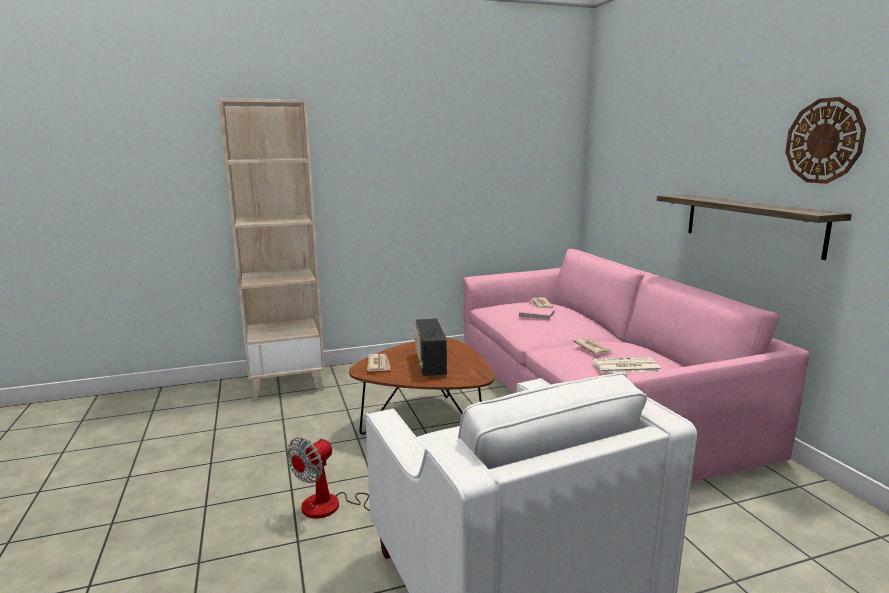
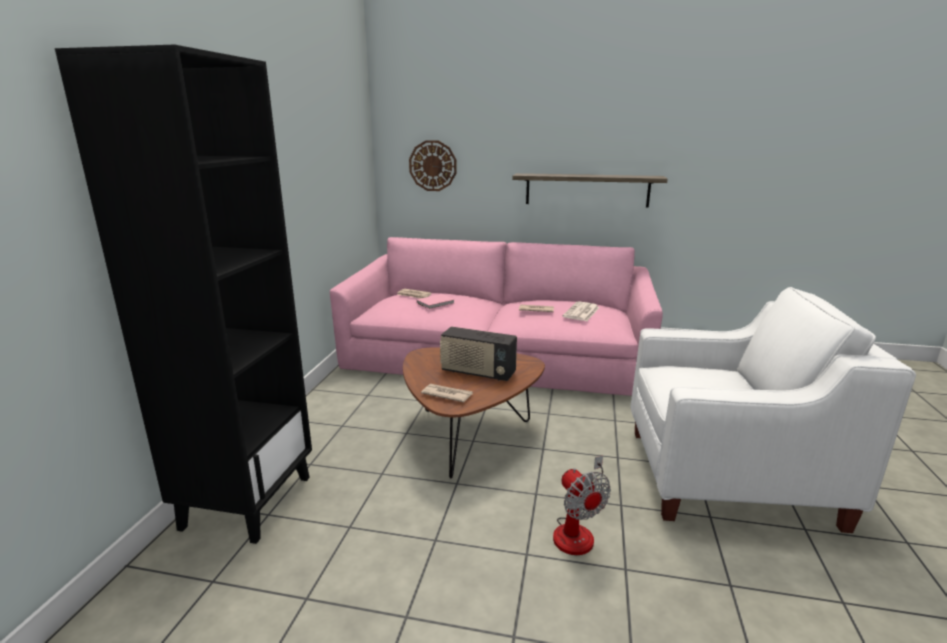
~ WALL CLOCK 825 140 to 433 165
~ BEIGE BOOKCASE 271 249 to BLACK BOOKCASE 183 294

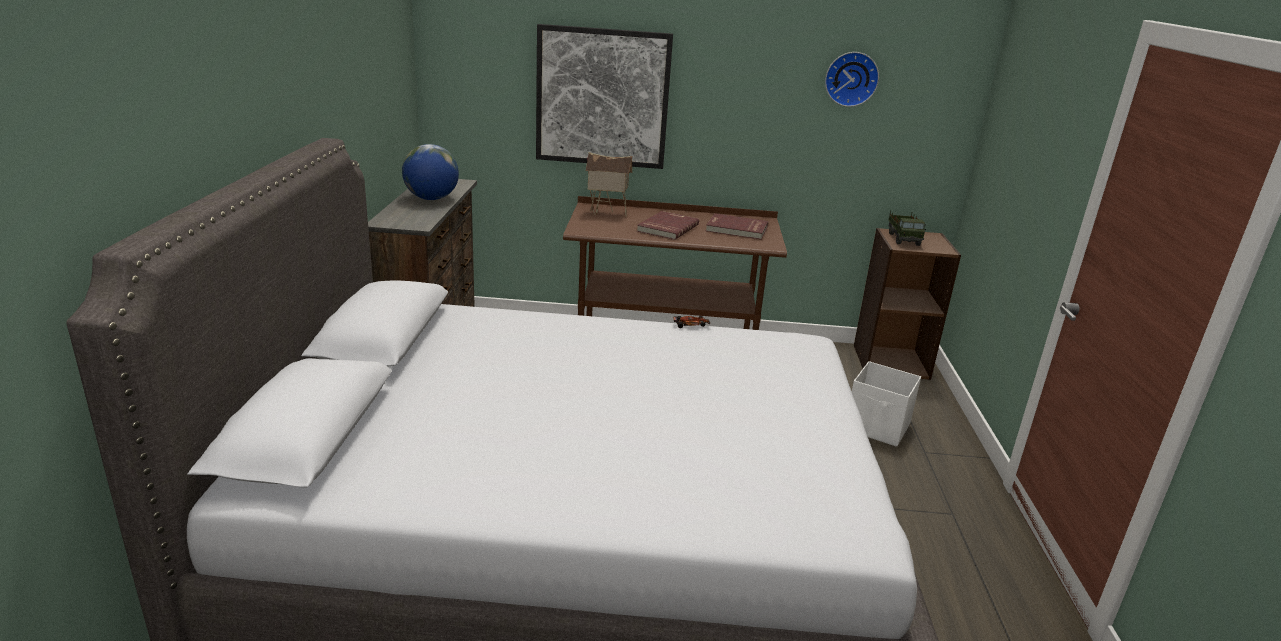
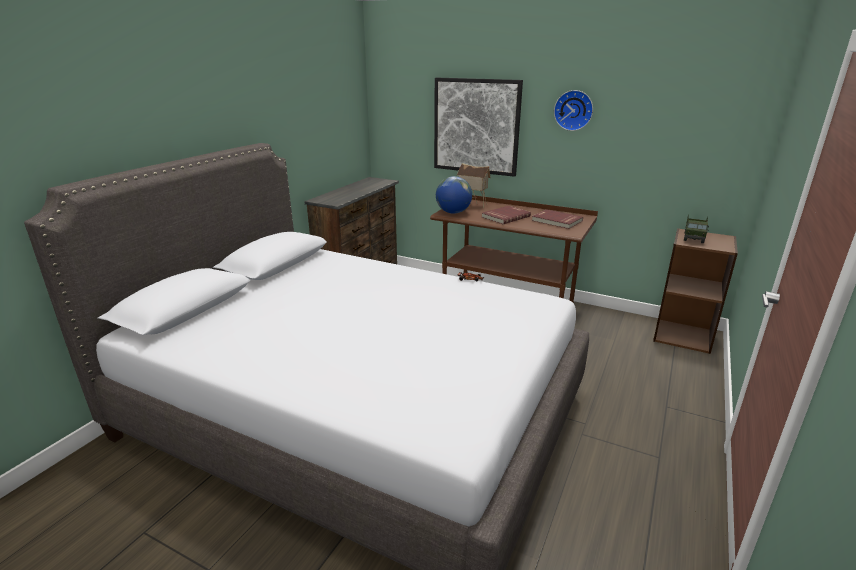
- WHITE STORAGE BOX 886 404
~ GLOBE 430 172 to 454 195
~ WALL CLOCK 852 79 to 573 110

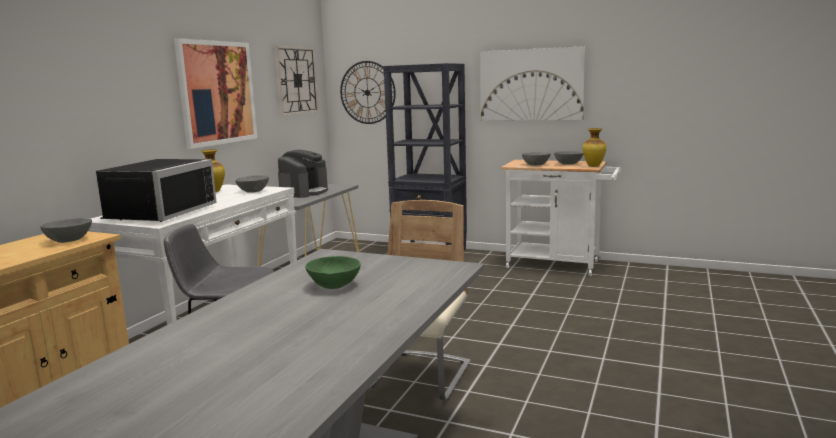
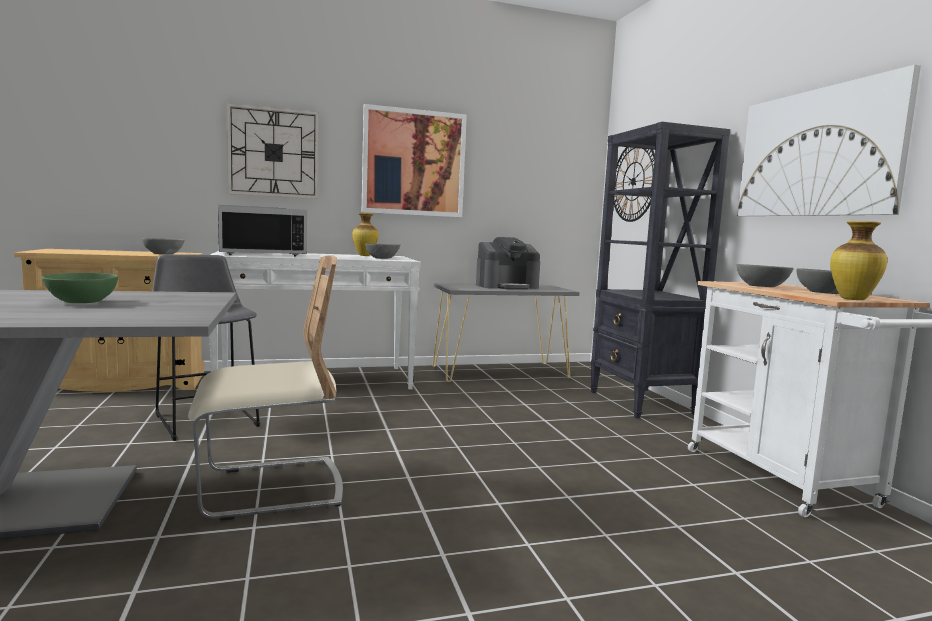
~ WALL CLOCK 296 80 to 273 151

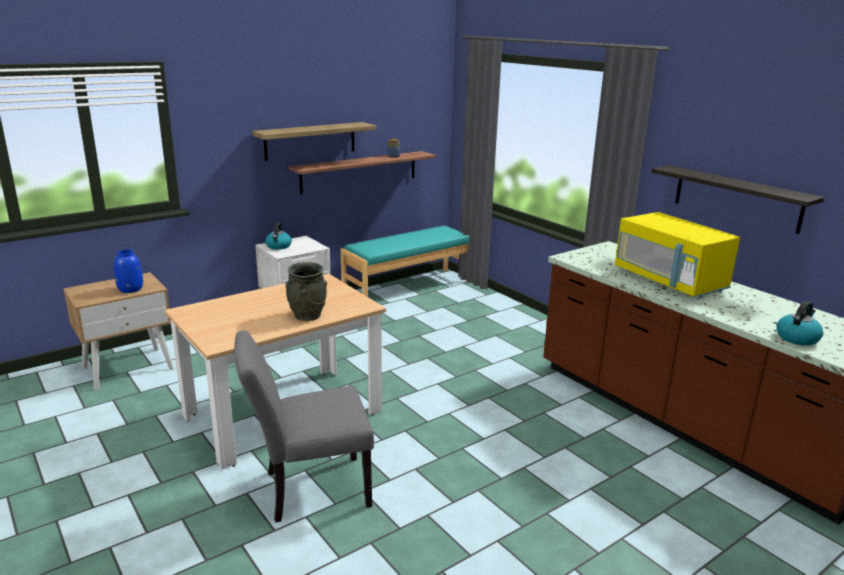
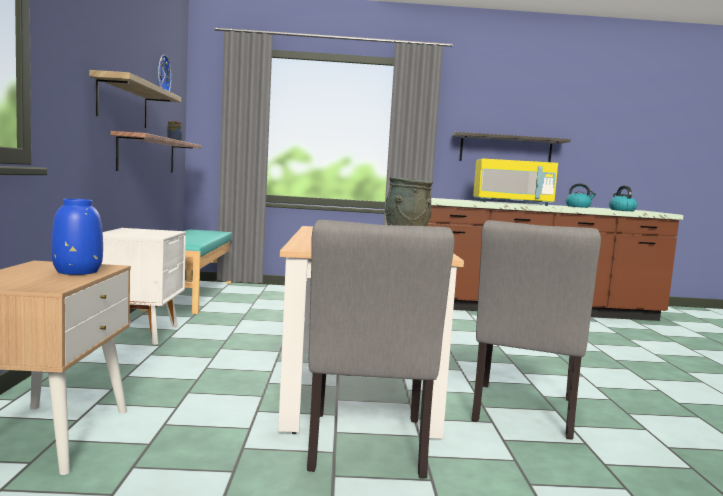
+ WALL CLOCK 164 73
+ GREY CHAIR 380 349
~ KETTLE 278 236 to 581 195

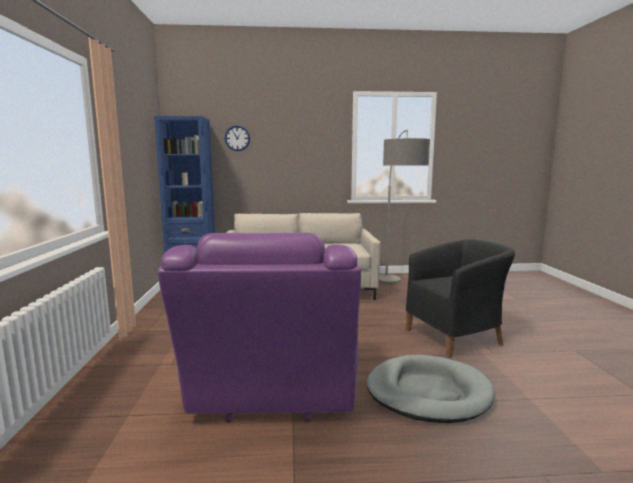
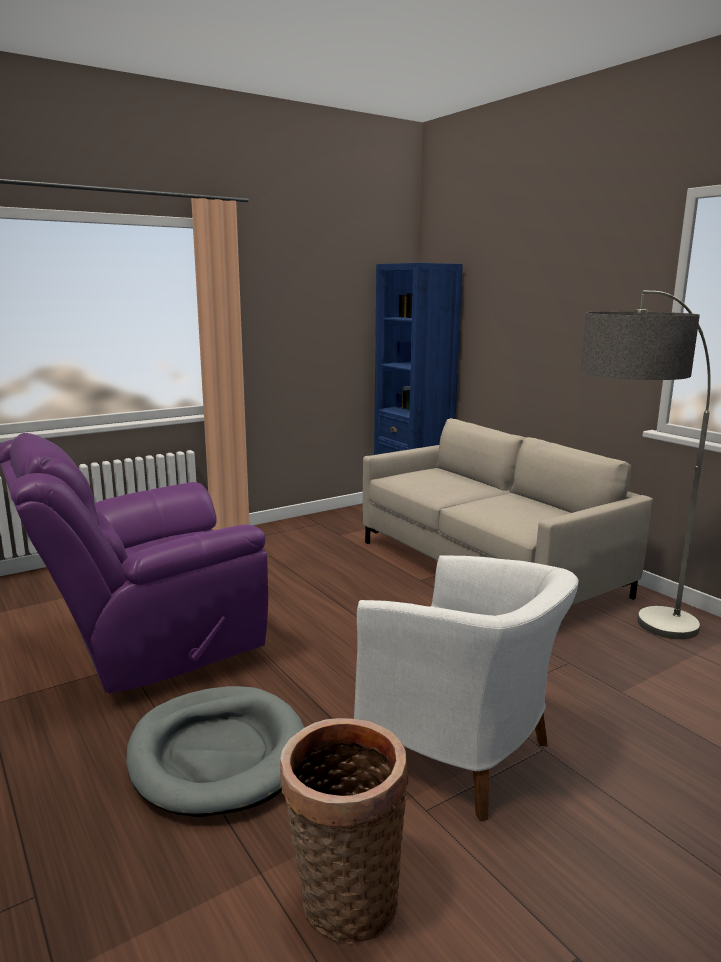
- WALL CLOCK 237 138
+ BASKET 344 831
~ BLACK ARMCHAIR 460 298 to WHITE ARMCHAIR 466 688

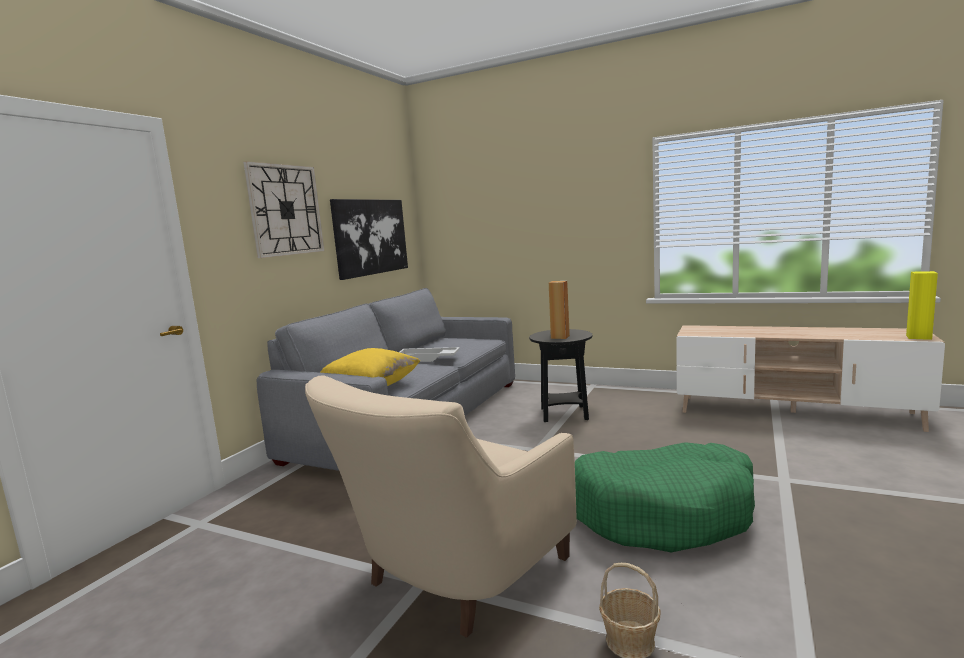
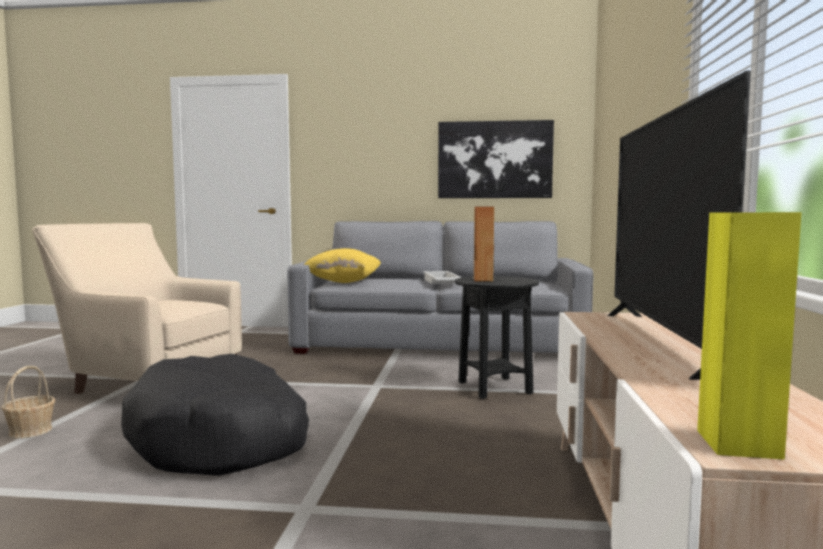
- WALL CLOCK 283 209
+ TELEVISION 679 225
~ GREEN DOG BED 665 497 to BLACK DOG BED 215 415

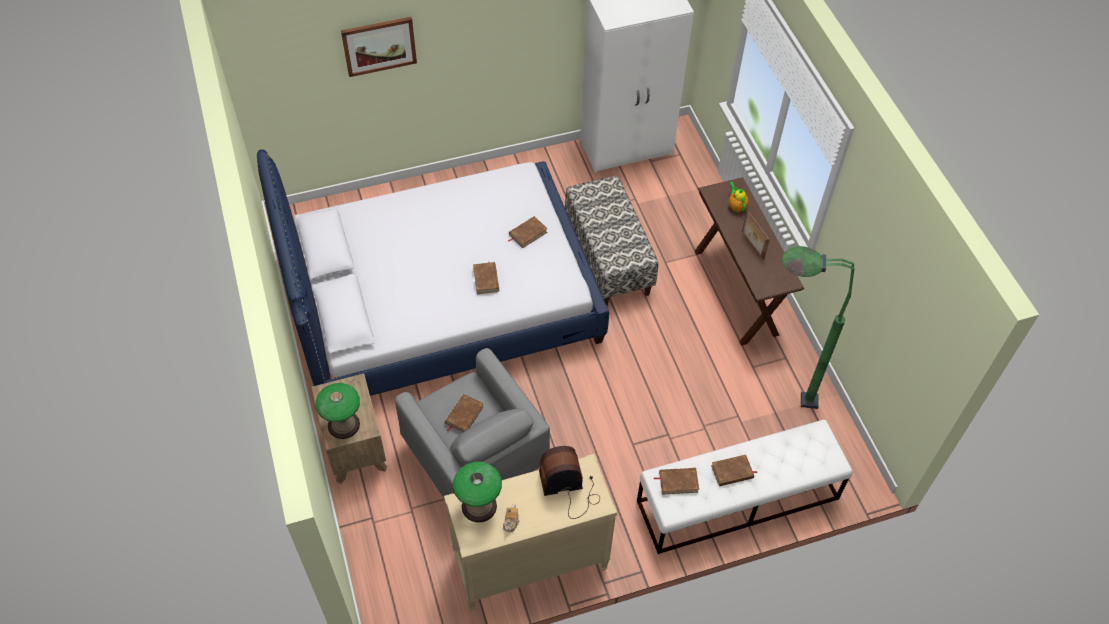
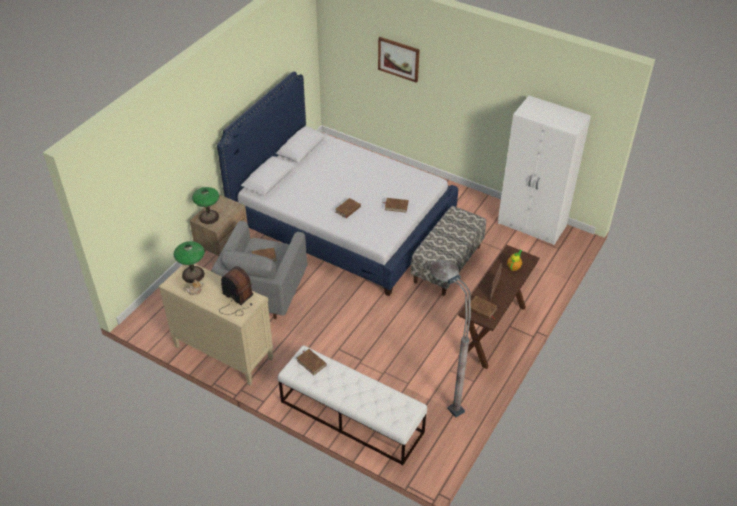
~ BROWN BOOK 734 470 to 482 307
~ GREEN FLOOR LAMP 818 327 to GREY FLOOR LAMP 450 339

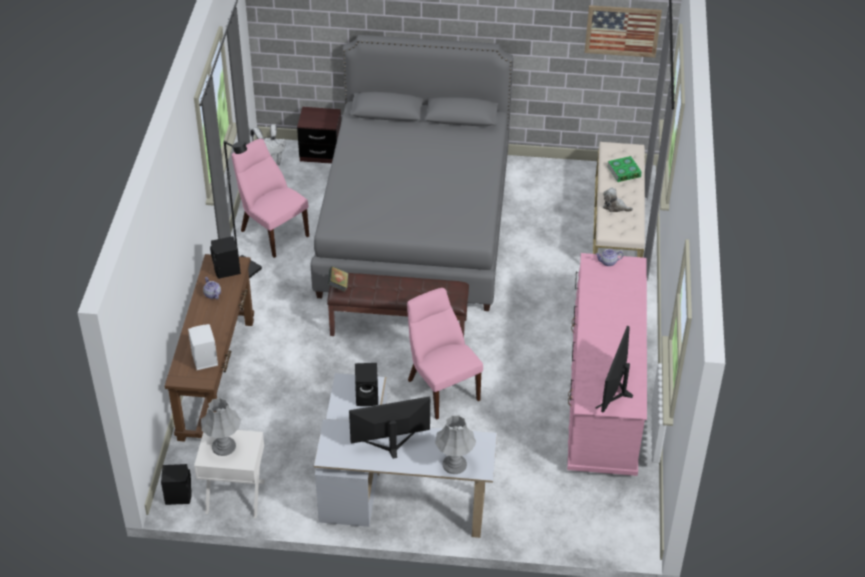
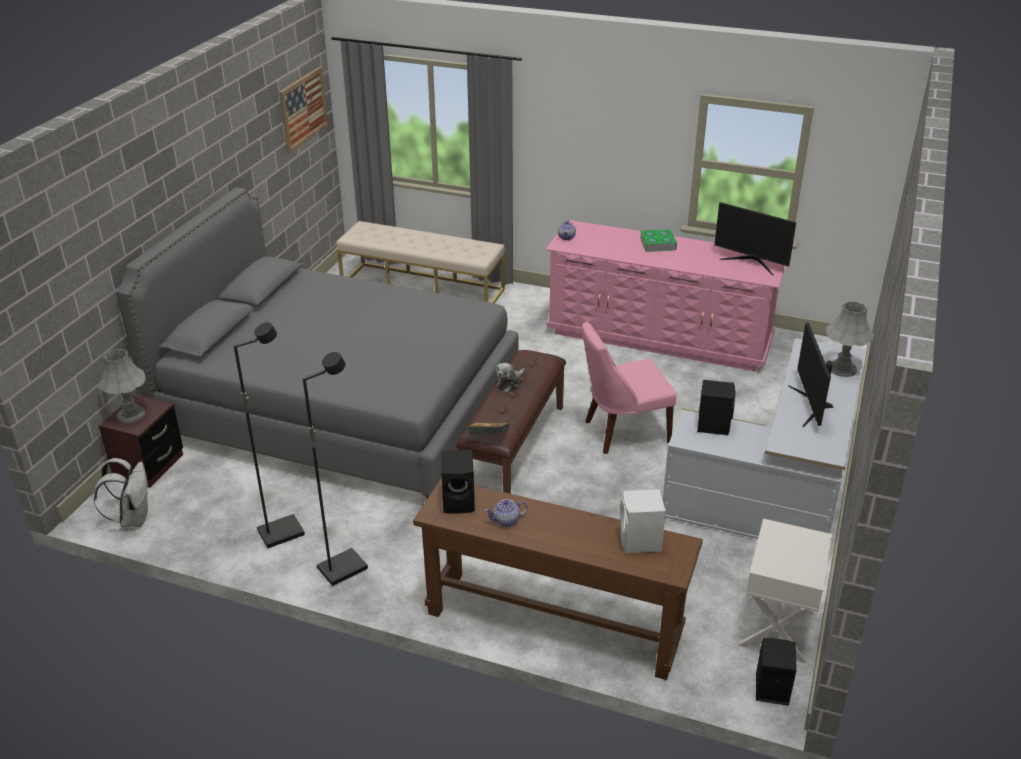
~ GREY TABLE LAMP 221 427 to 122 386
~ PLUSH TOY 618 199 to 510 378
~ BOOK 624 169 to 658 240
~ PINK CHAIR 270 198 to BLACK FLOOR LAMP 269 435

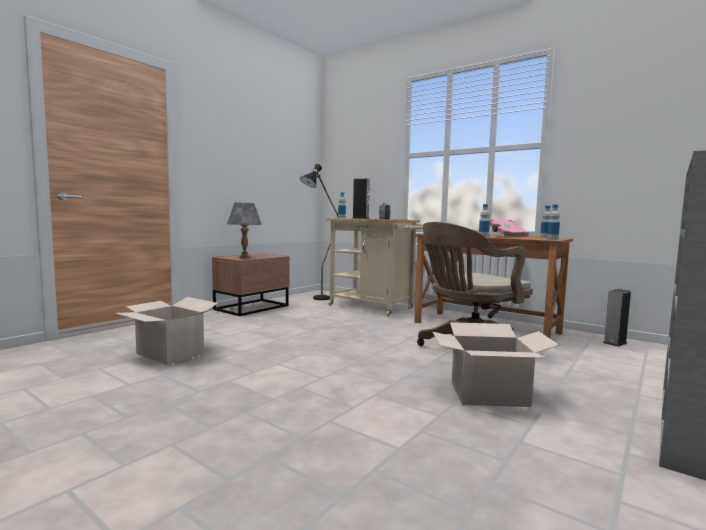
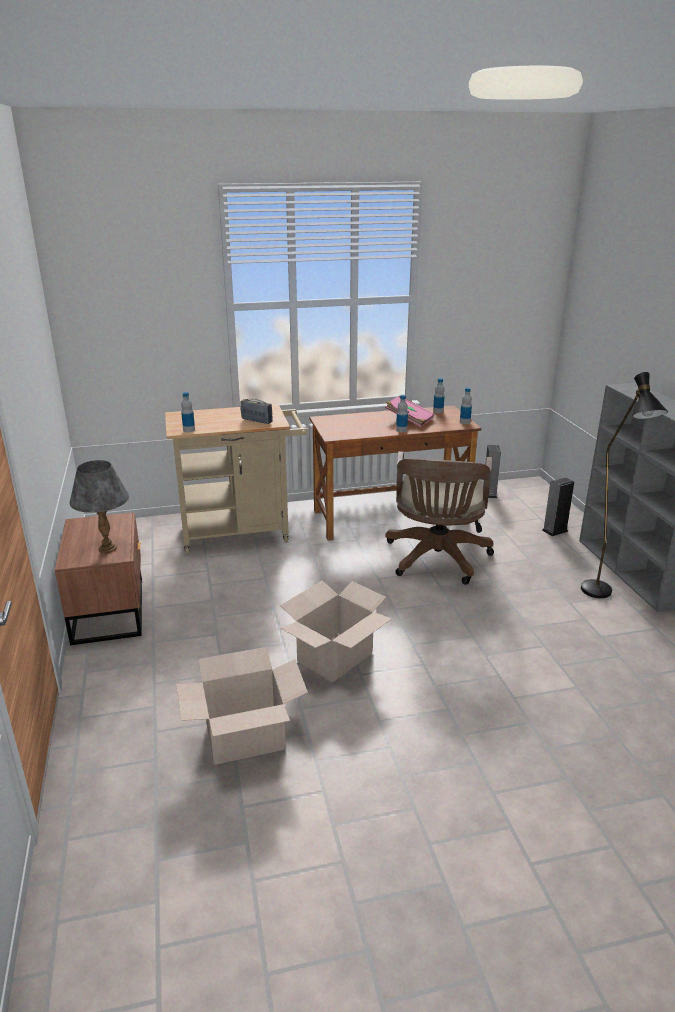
~ BLACK FLOOR LAMP 319 232 to 624 485
~ SPEAKER 361 198 to 558 506
~ CARDBOARD BOX 496 364 to 336 631

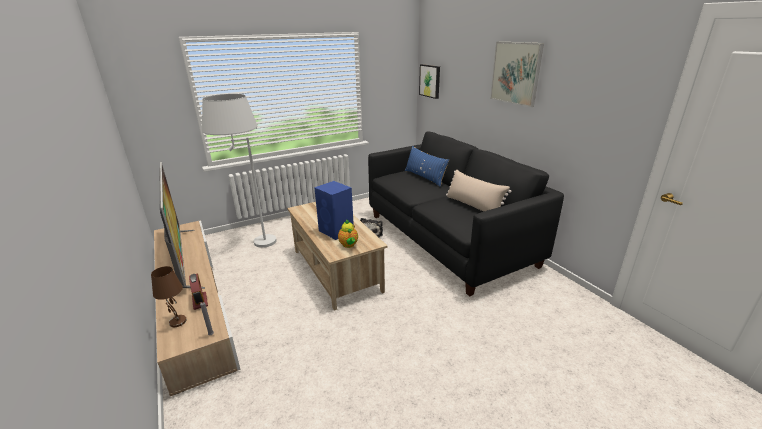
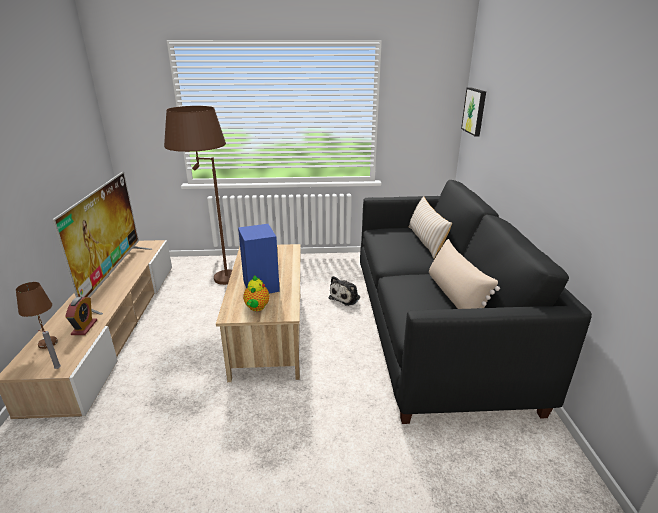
- PICTURE 517 74
~ WHITE FLOOR LAMP 239 171 to BROWN FLOOR LAMP 198 195
~ BLUE PILLOW 427 166 to BEIGE PILLOW 430 227

